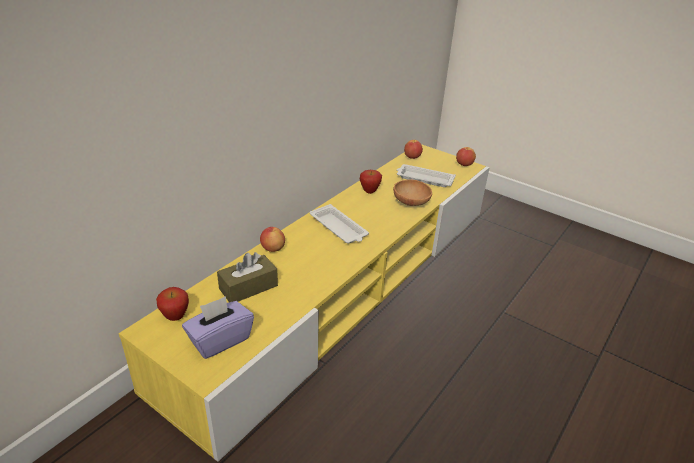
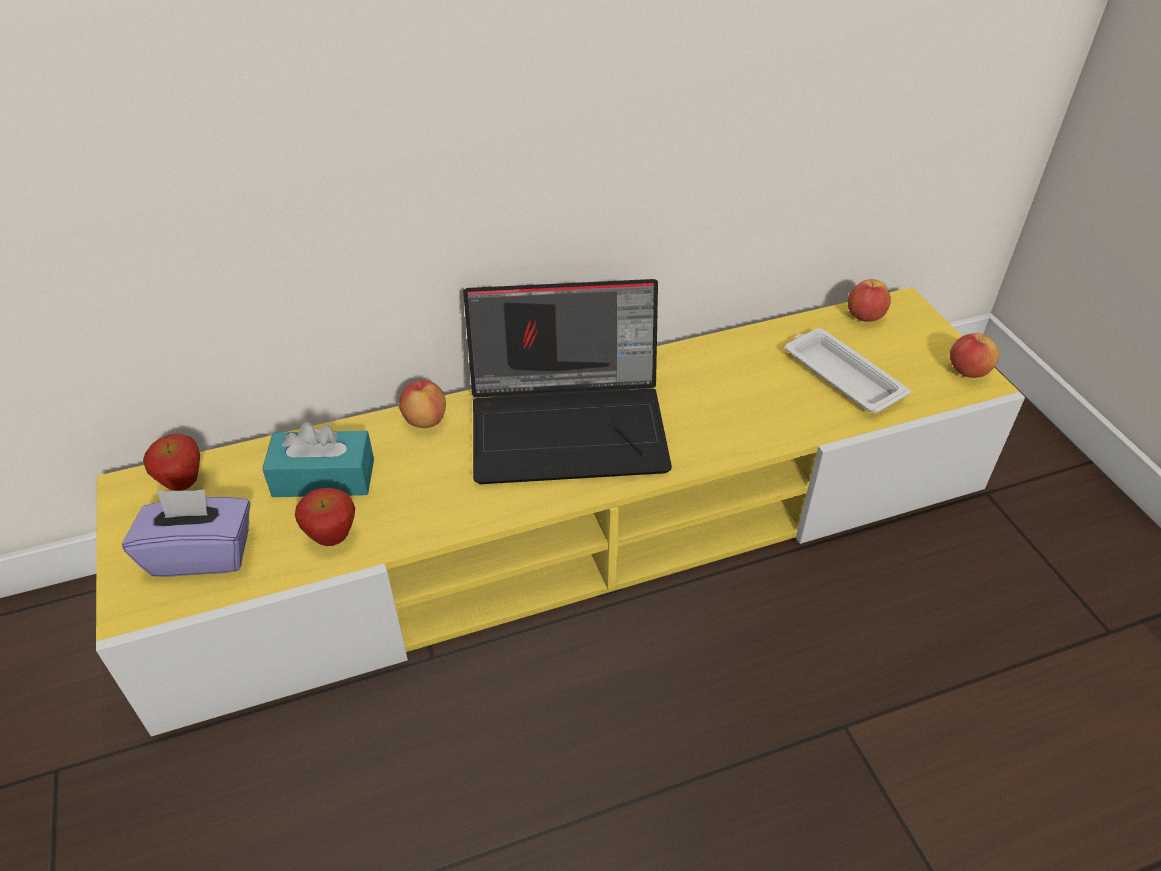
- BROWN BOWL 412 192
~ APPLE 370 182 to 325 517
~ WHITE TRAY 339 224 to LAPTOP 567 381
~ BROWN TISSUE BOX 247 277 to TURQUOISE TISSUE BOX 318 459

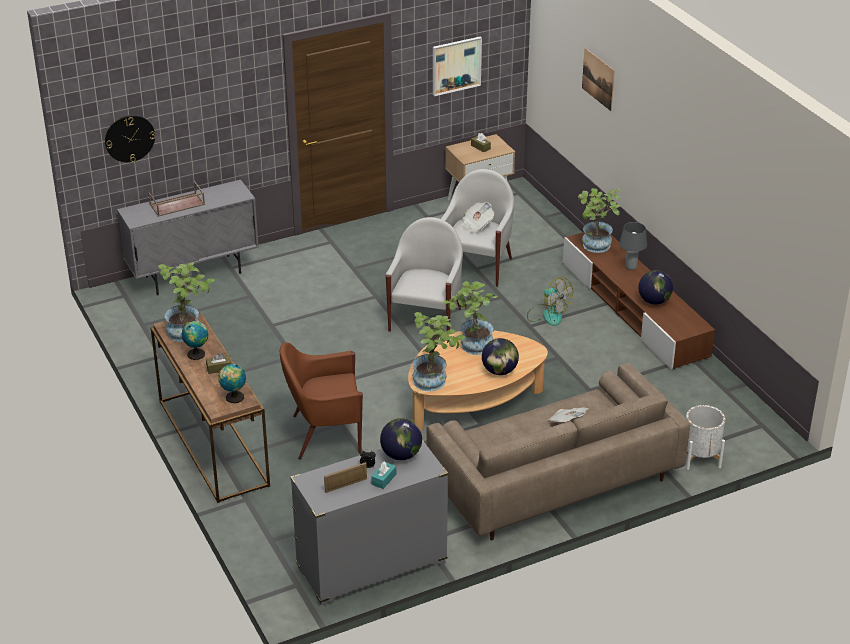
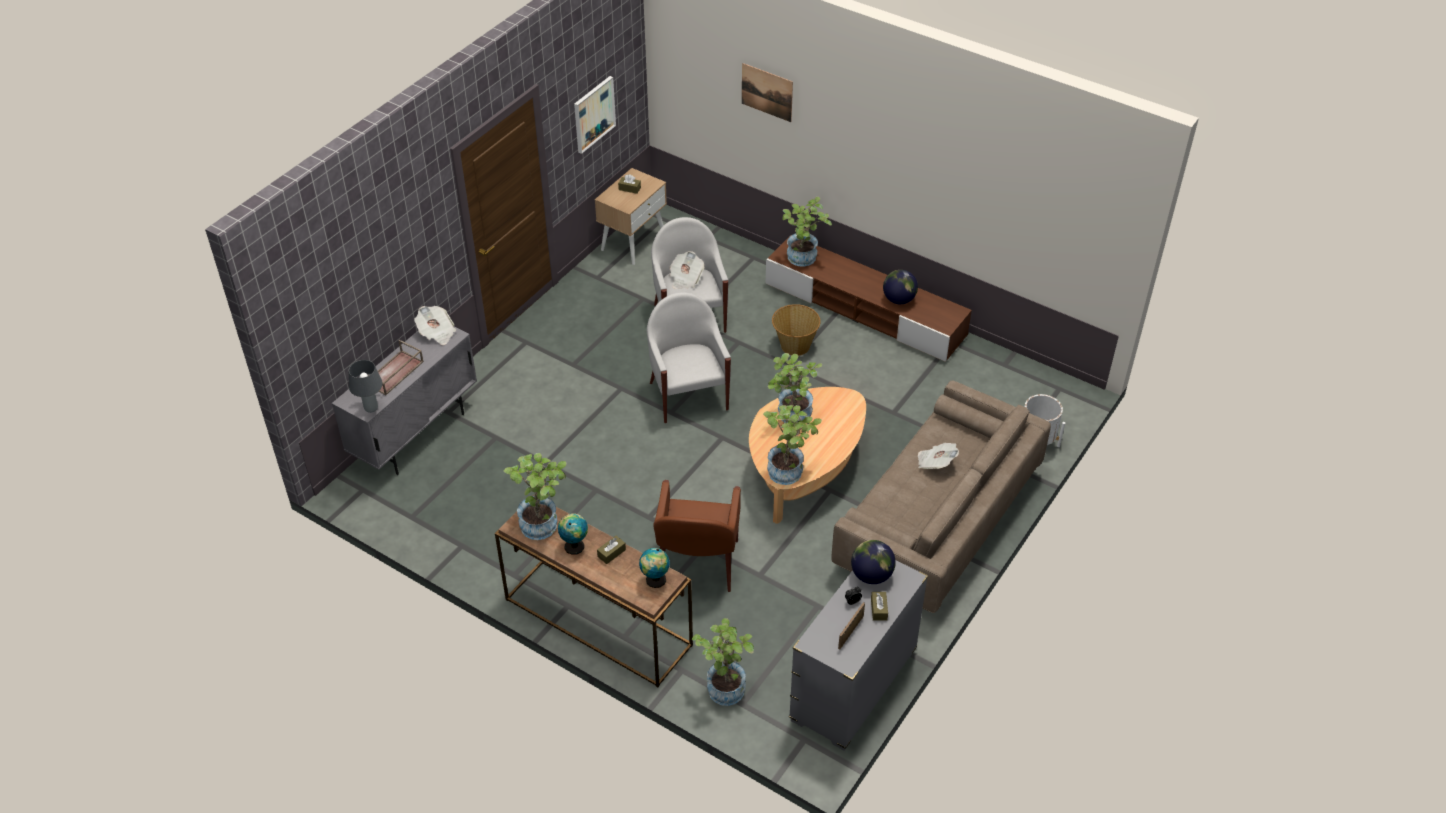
- WALL CLOCK 130 138
- GLOBE 500 356
+ NEWSPAPER 435 325
+ POTTED PLANT 723 662
~ GREY TABLE LAMP 633 246 to 366 386
~ FAN 550 301 to BASKET 796 330
~ TURQUOISE TISSUE BOX 383 475 to BROWN TISSUE BOX 879 606
~ BROWN ARMCHAIR 321 401 = 697 536 45 degrees counterclockwise

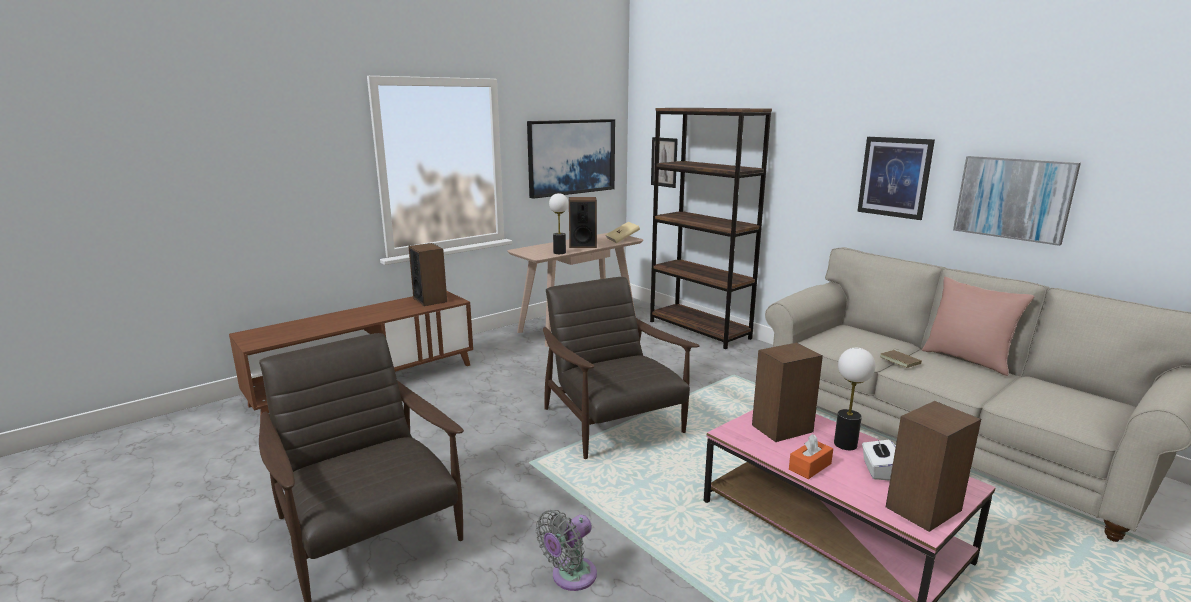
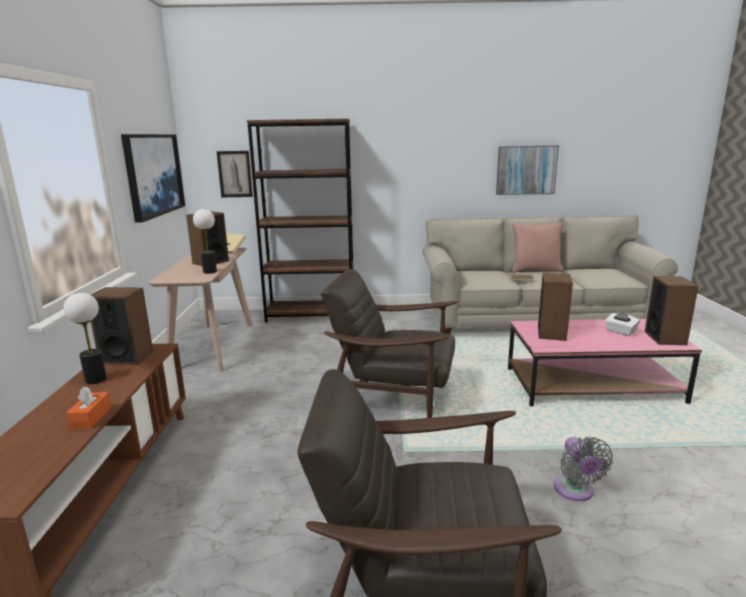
- PICTURE 896 178
~ ORANGE TISSUE BOX 811 456 to 88 407
~ TABLE LAMP 854 399 to 85 338

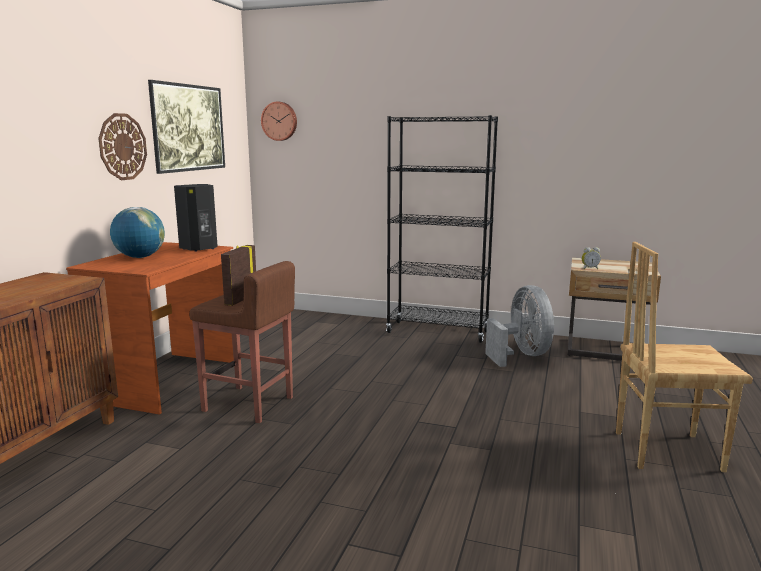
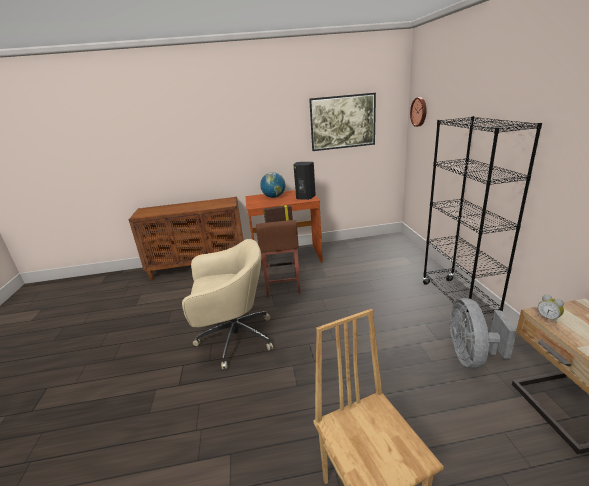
- WALL CLOCK 122 146
+ BEIGE OFFICE CHAIR 227 304
~ GREY FAN 519 326 = 483 333 135 degrees clockwise

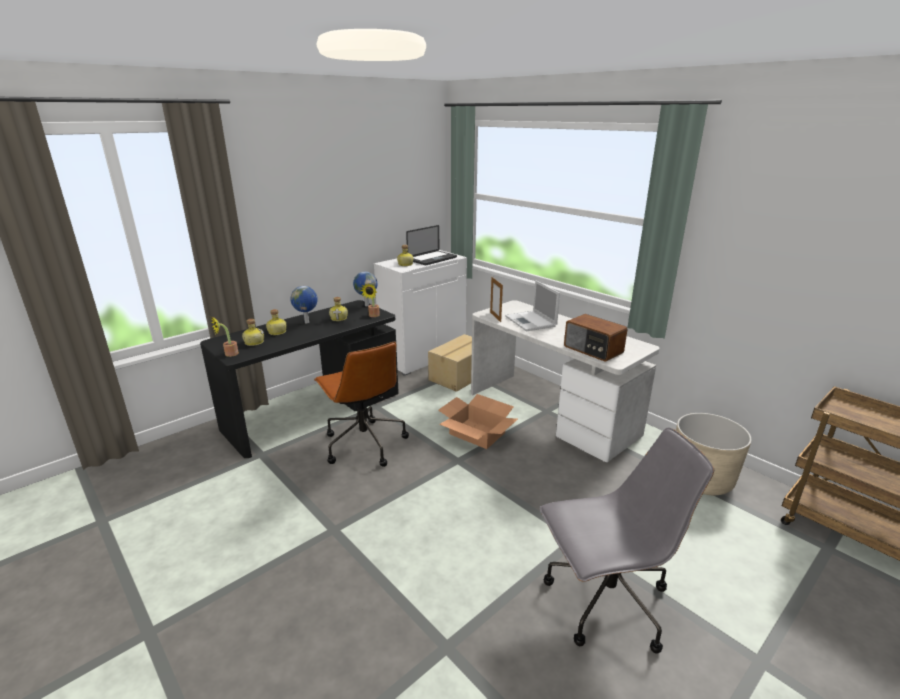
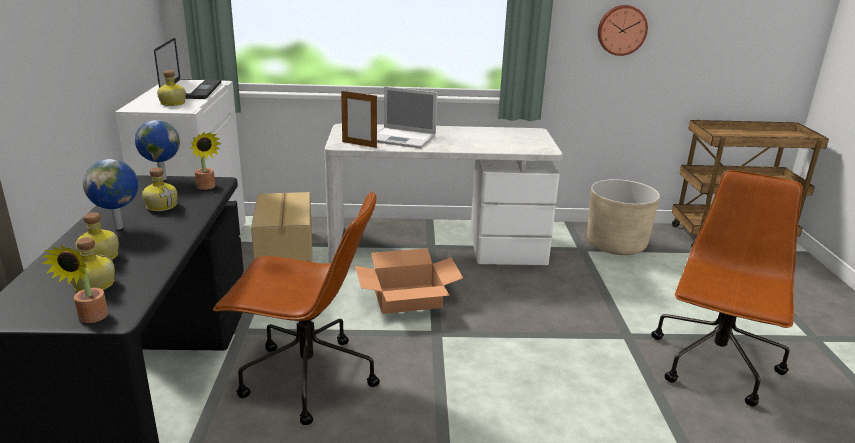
- RADIO 596 338
+ WALL CLOCK 623 30
~ GREY OFFICE CHAIR 627 541 to BROWN OFFICE CHAIR 726 288

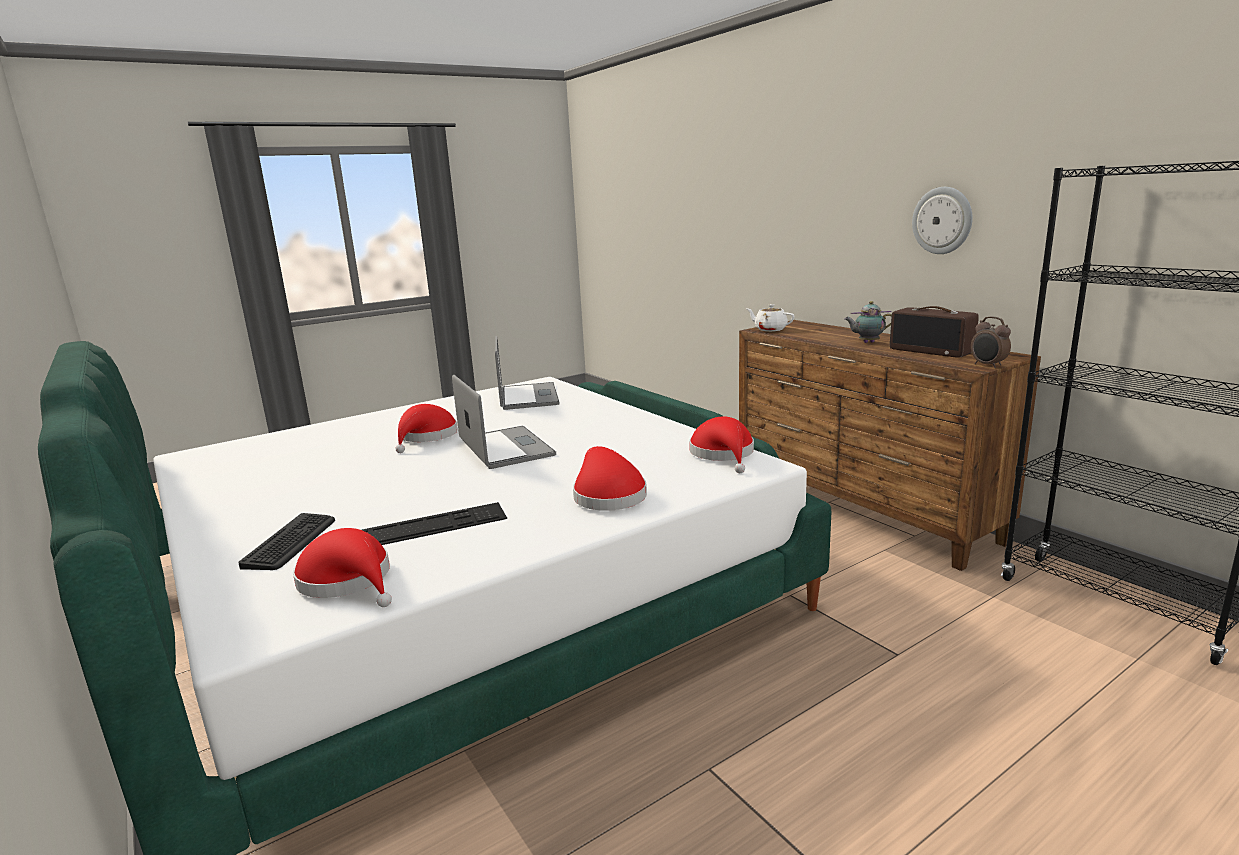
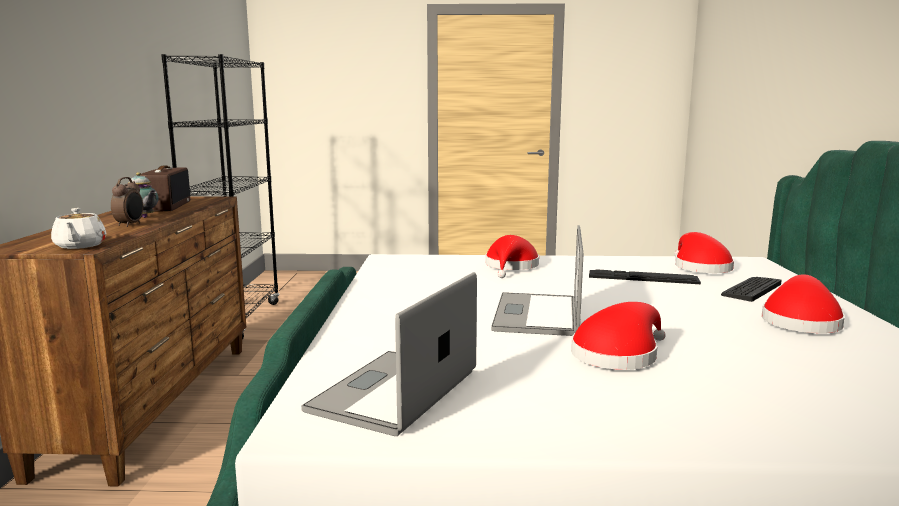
- WALL CLOCK 942 220
~ RED HAT 721 444 to 803 303
~ ALARM CLOCK 991 342 to 127 202

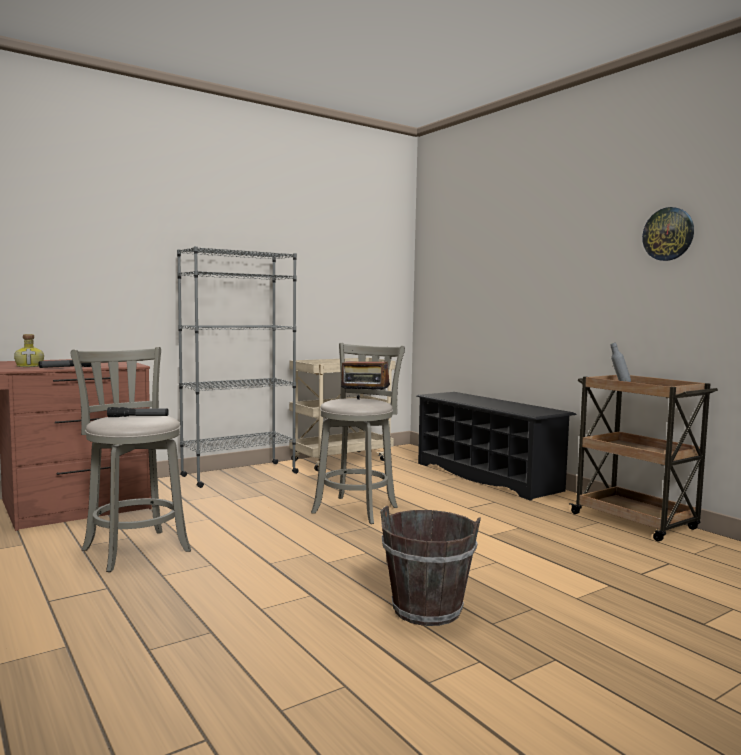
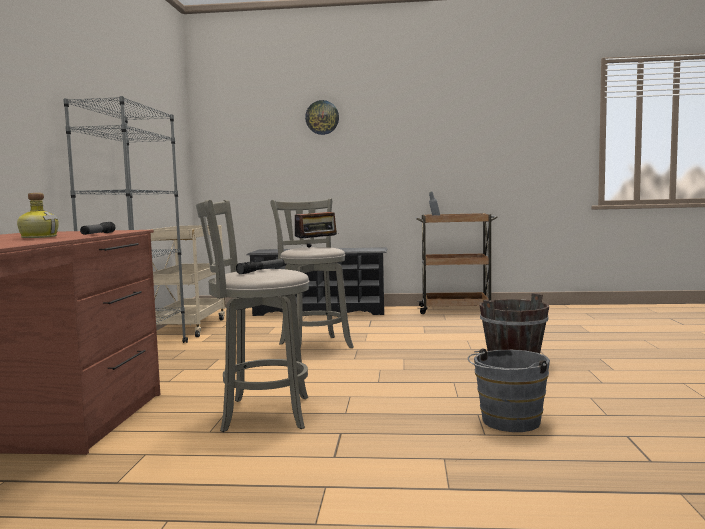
+ GREY BUCKET 509 390
~ WALL CLOCK 668 234 to 322 117

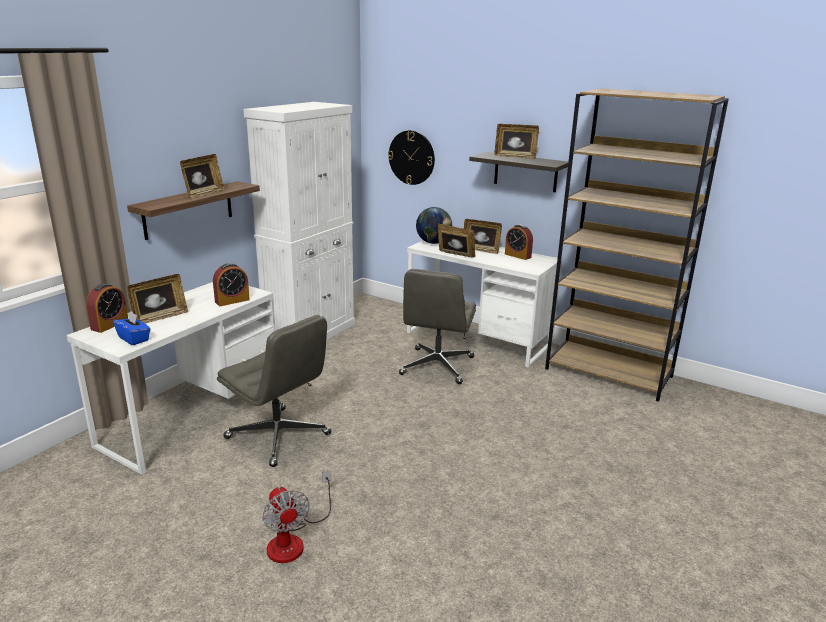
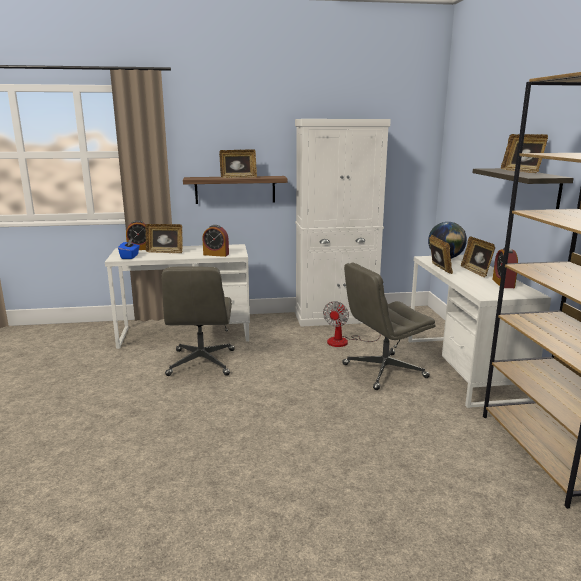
- WALL CLOCK 411 157
~ FAN 296 516 to 352 324

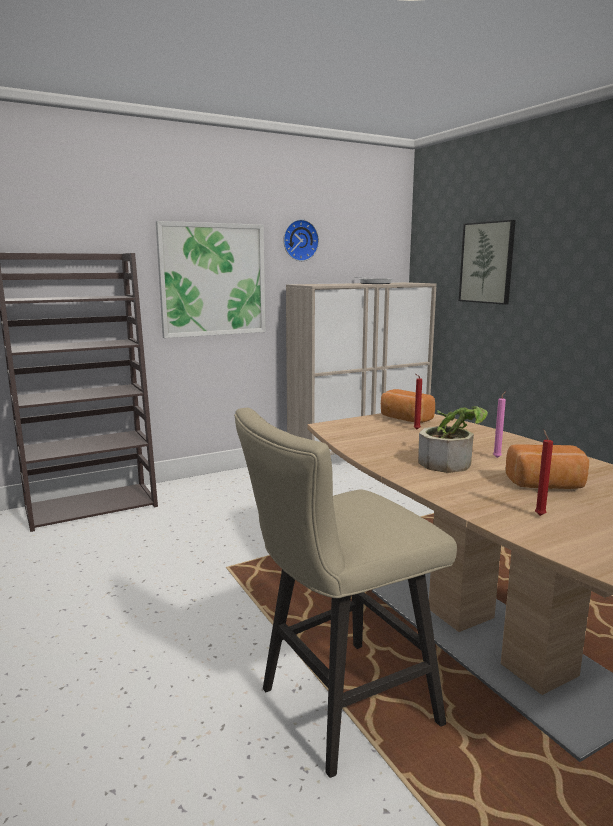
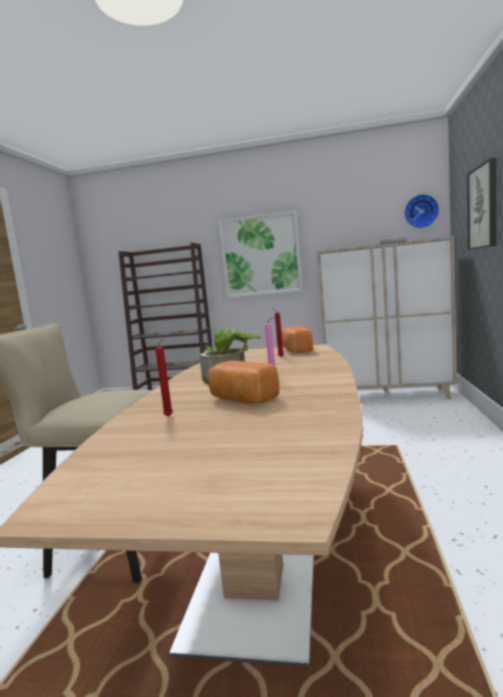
~ WALL CLOCK 301 240 to 421 211

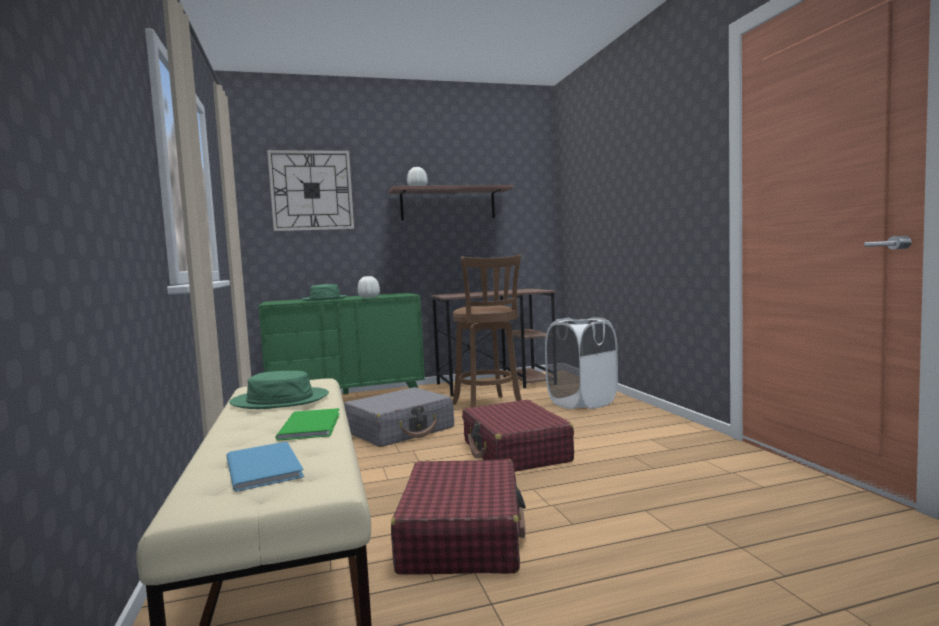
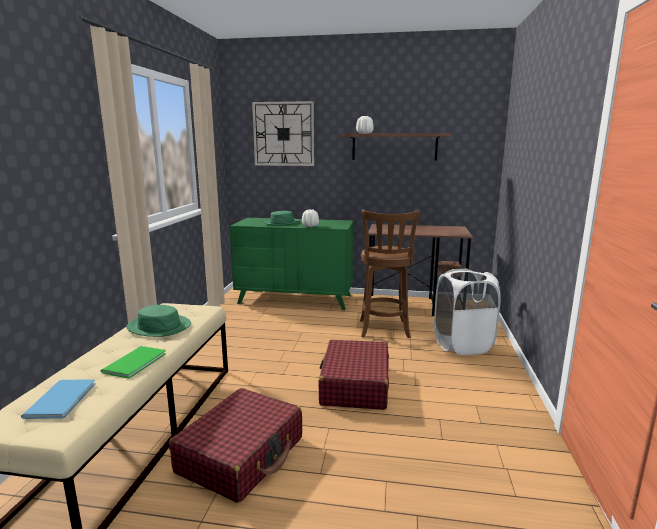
- GREY SUITCASE 399 417

